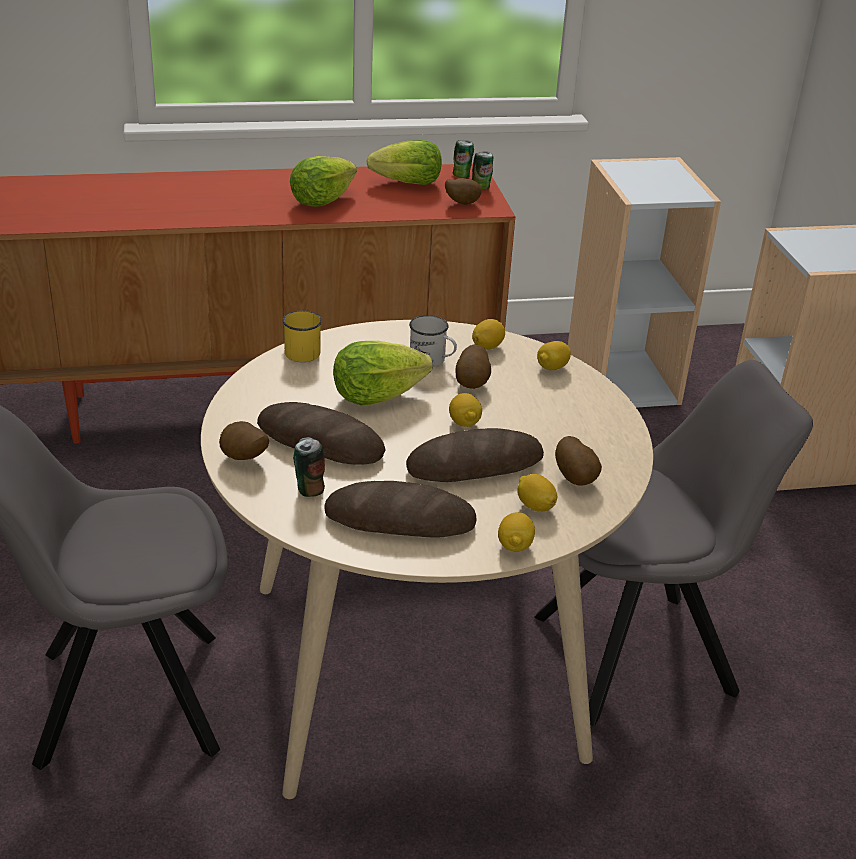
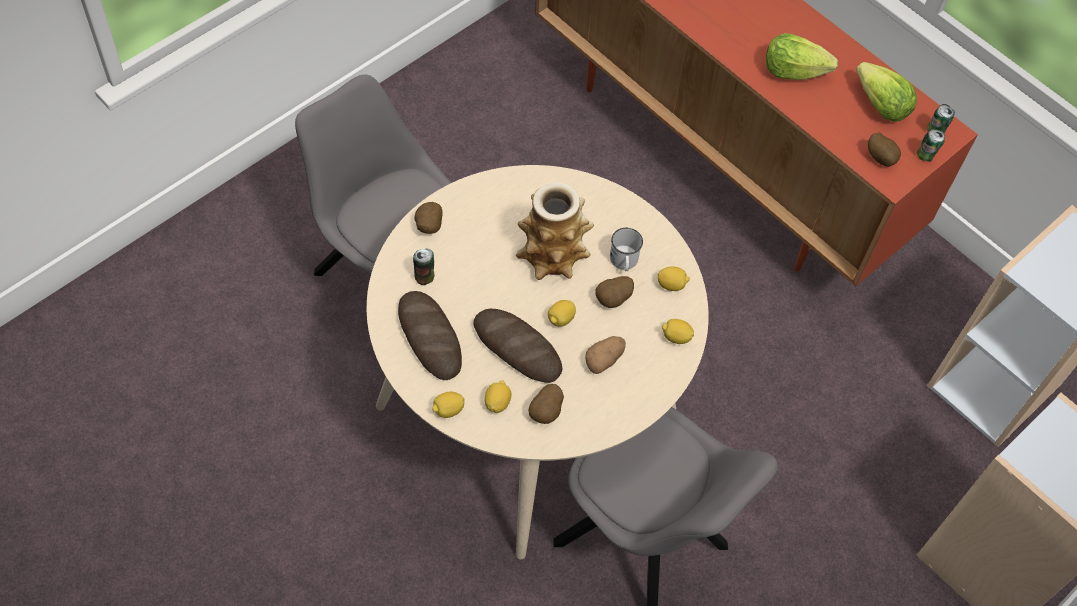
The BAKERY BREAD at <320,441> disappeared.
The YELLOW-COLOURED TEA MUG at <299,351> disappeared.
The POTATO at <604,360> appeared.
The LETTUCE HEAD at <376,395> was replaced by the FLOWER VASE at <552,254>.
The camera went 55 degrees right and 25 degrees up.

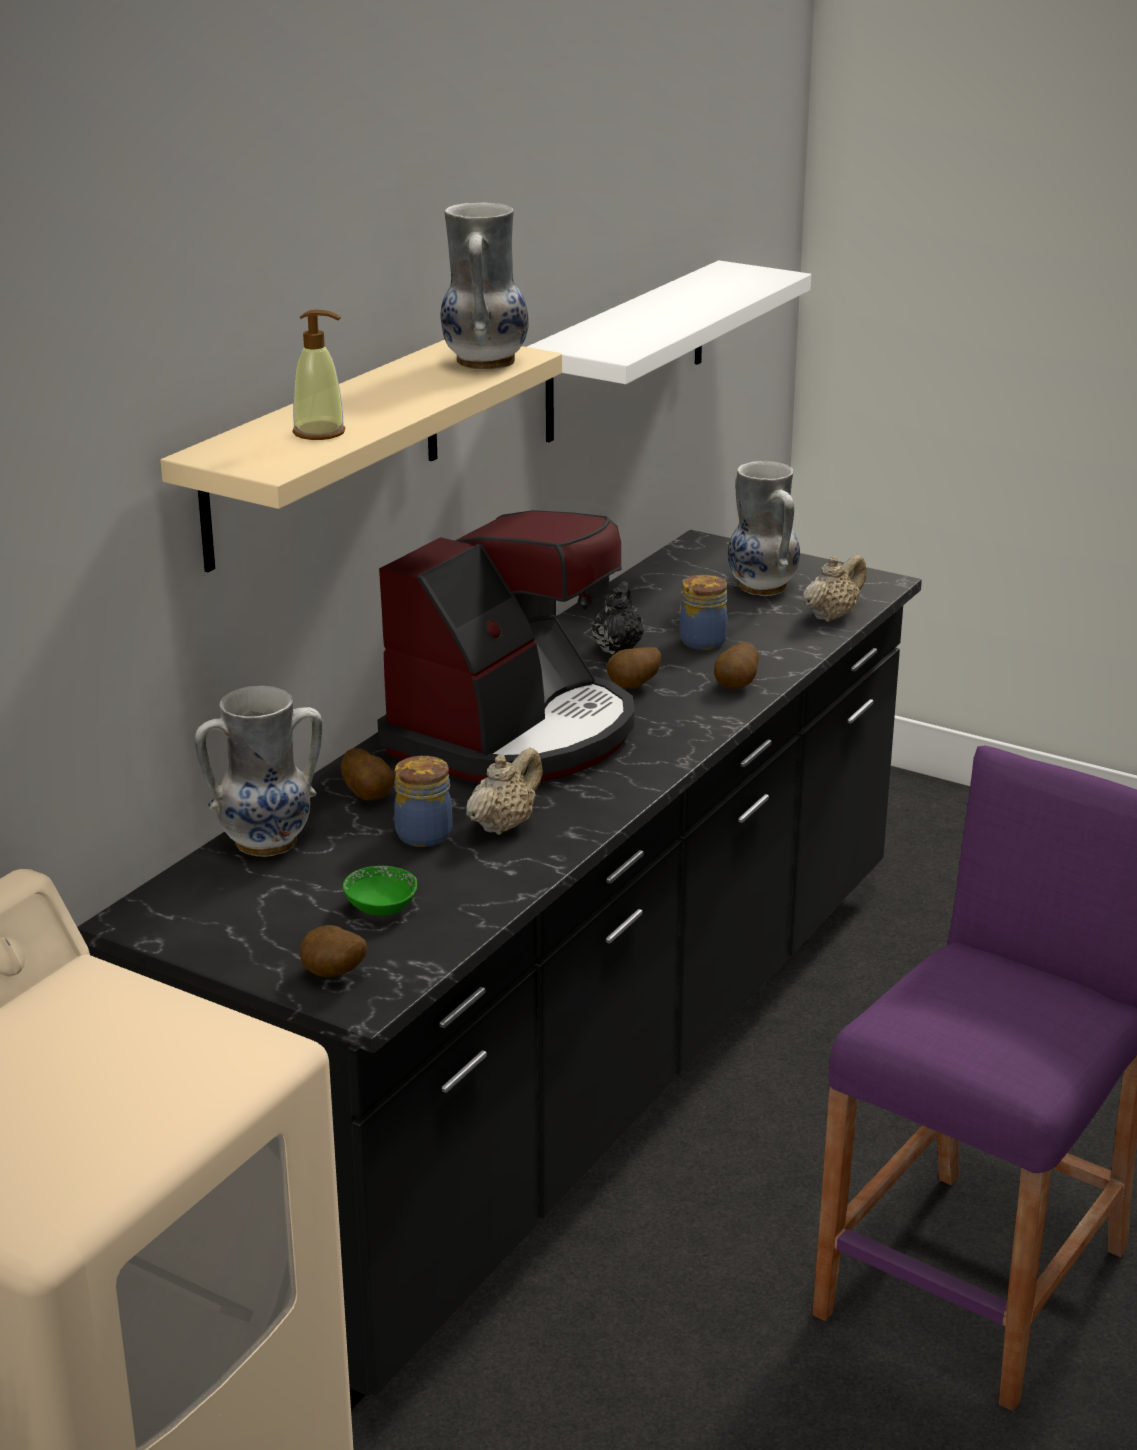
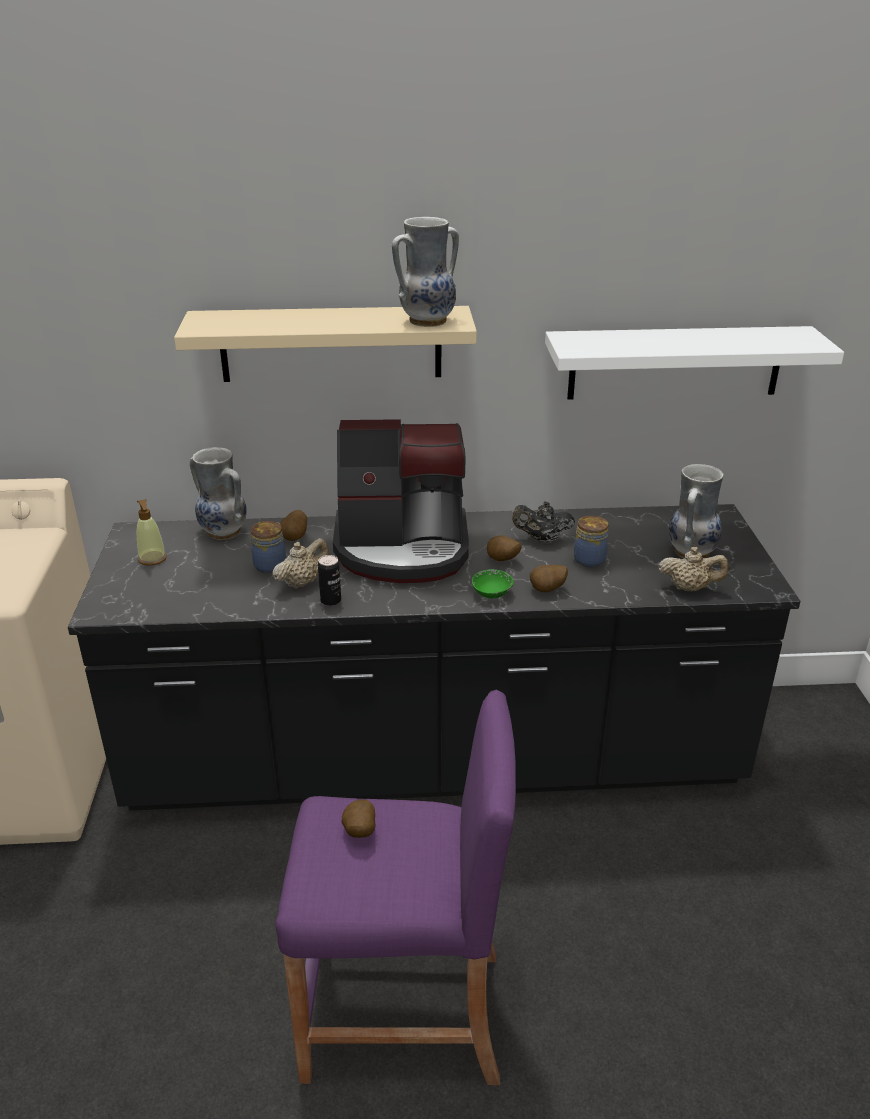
The SEALED CAN at <330,601> appeared.
The SOAP DISPENSER moved from <319,432> to <152,559>.
The POTATO moved from <333,976> to <359,832>.
The GREENISH SERVING BOWL moved from <381,908> to <492,593>.
The SAND-COLOURED POT FOR TEA at <504,825> turned 45 degrees counterclockwise.
The BLACK-COLOURED POT FOR TEA at <617,649> turned 150 degrees counterclockwise.
The camera went 55 degrees right and 5 degrees up.

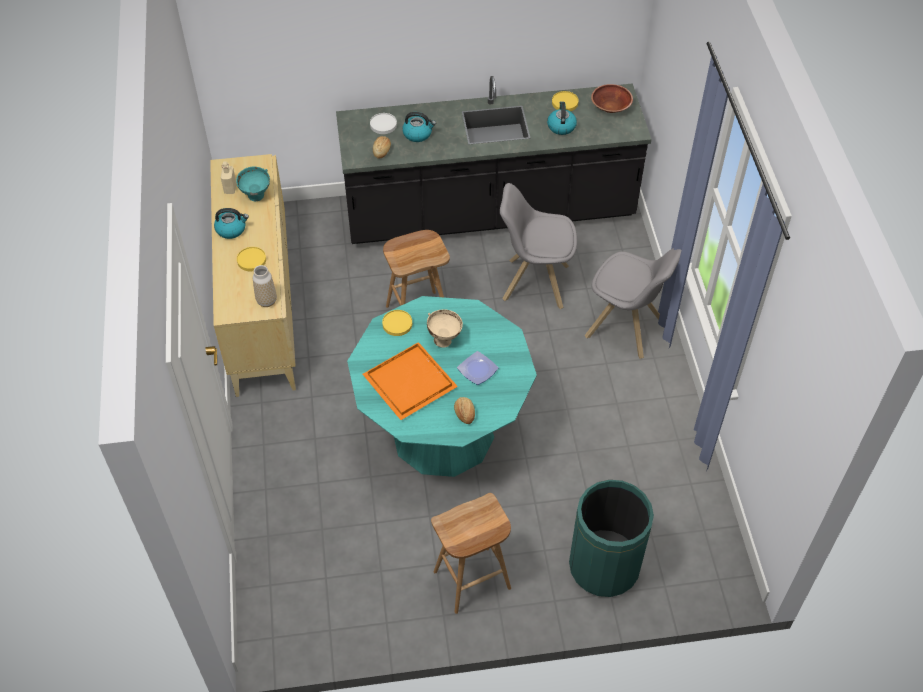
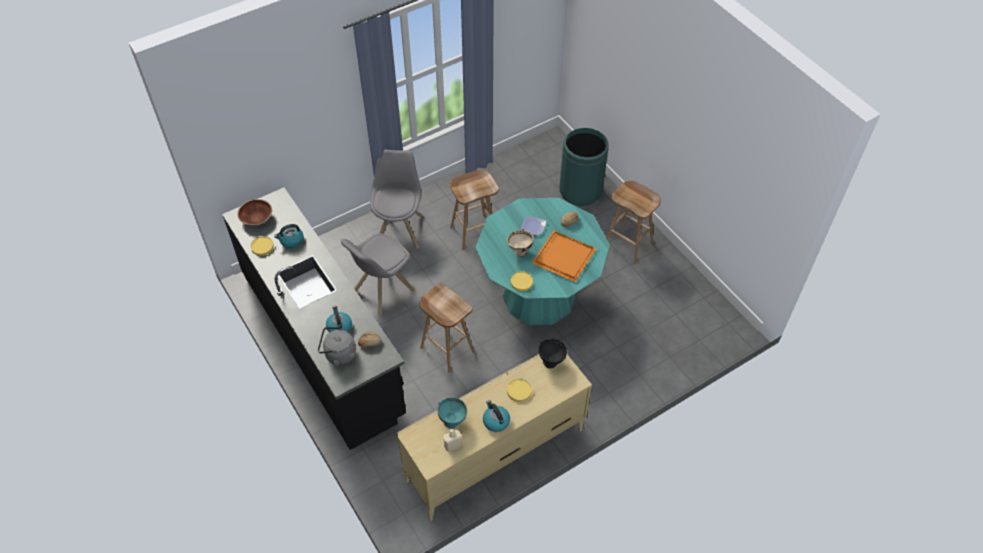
The BROWNISH SITTING STOOL at <474,232> appeared.
The FLOWER VASE at <267,301> was replaced by the BLACK-COLOURED SERVING BOWL at <551,362>.
The WHITISH PLATE at <383,125> was replaced by the GREYISH TEA KETTLE at <338,354>.
The GREYISH UPRIGHT CHAIR at <535,283> turned 60 degrees clockwise.
The camera went 115 degrees left and 0 degrees up.

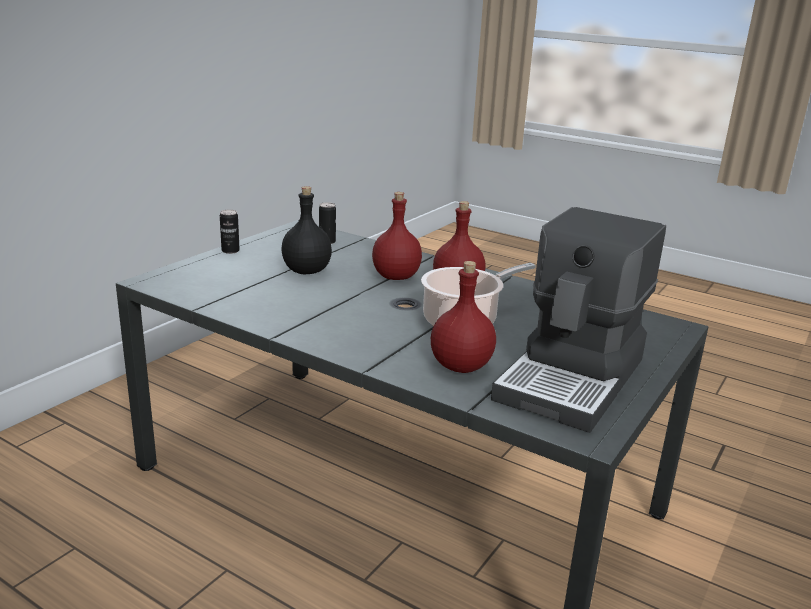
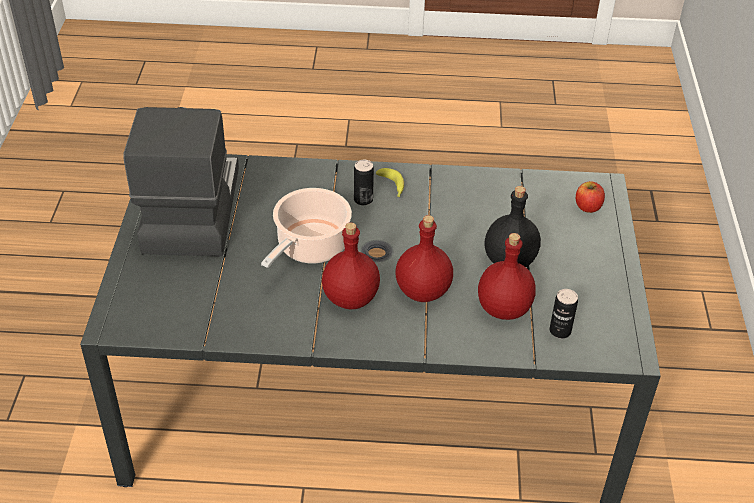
The BANANA at <392,187> appeared.
The WHOLE APPLE at <587,207> appeared.
The SEALED CAN moved from <230,251> to <363,200>.
The REDDISH DRINK BOTTLE moved from <462,366> to <503,309>.
The camera went 150 degrees right and 20 degrees up.

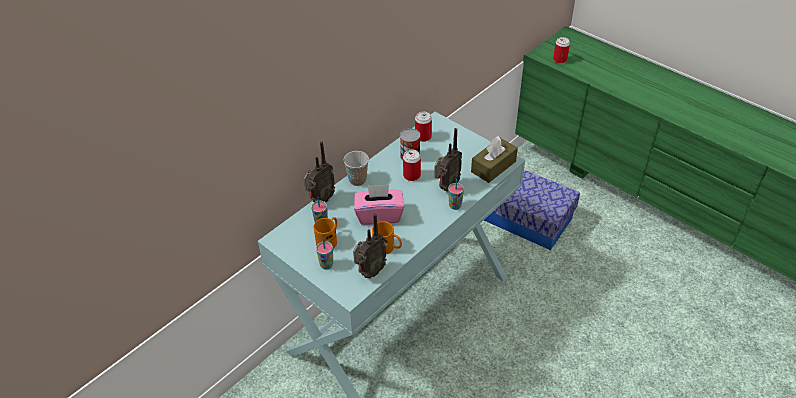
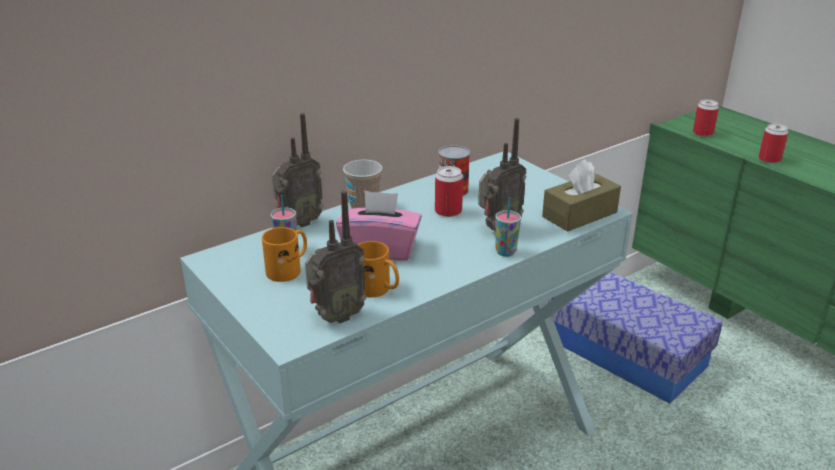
The CUP at <326,265> disappeared.
The SEALED CAN moved from <423,137> to <769,159>.
The camera went 10 degrees right and 15 degrees down.

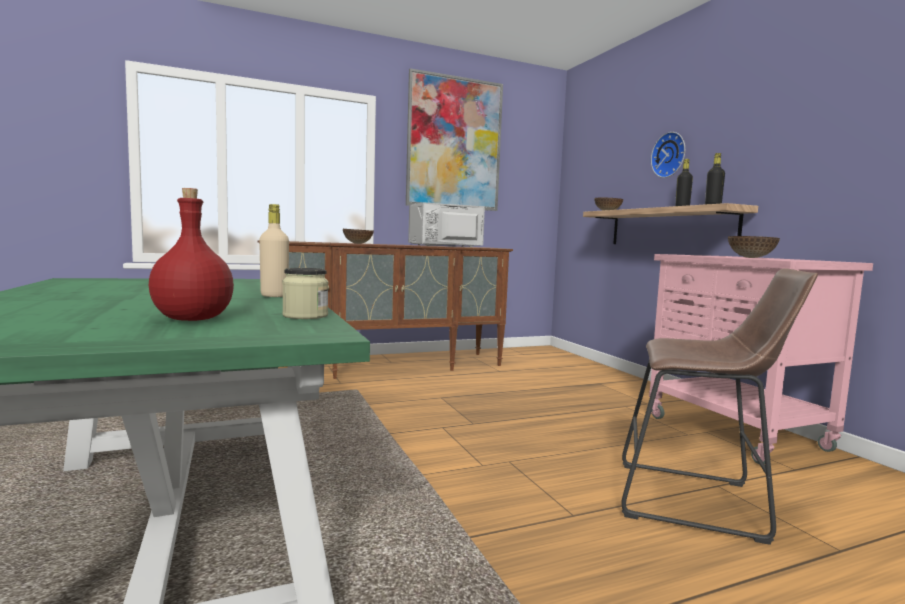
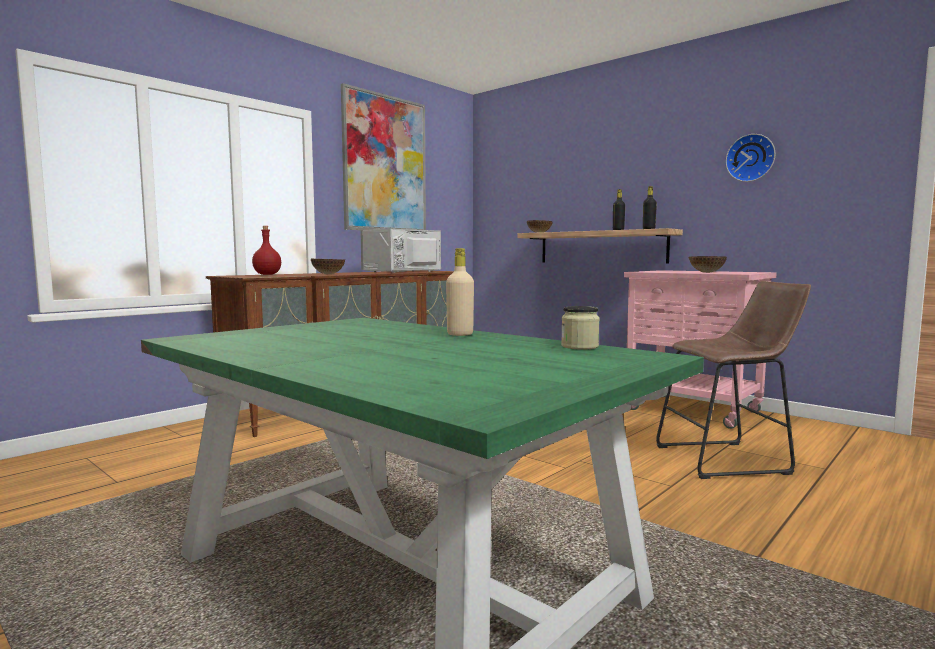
The REDDISH DRINK BOTTLE moved from <191,319> to <267,274>.
The CLOCK ON THE WALL moved from <670,155> to <751,158>.
The camera went 25 degrees left and 0 degrees up.

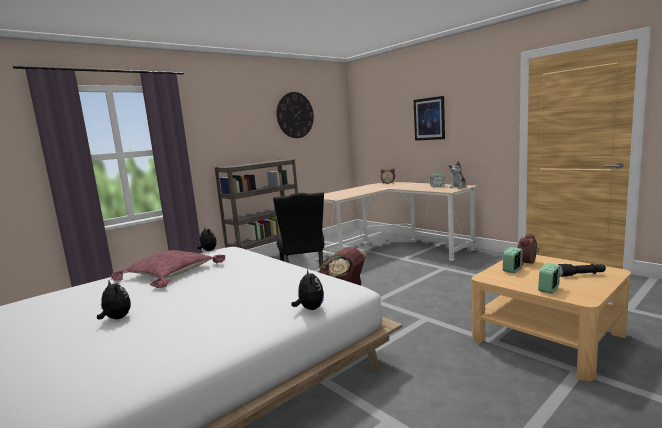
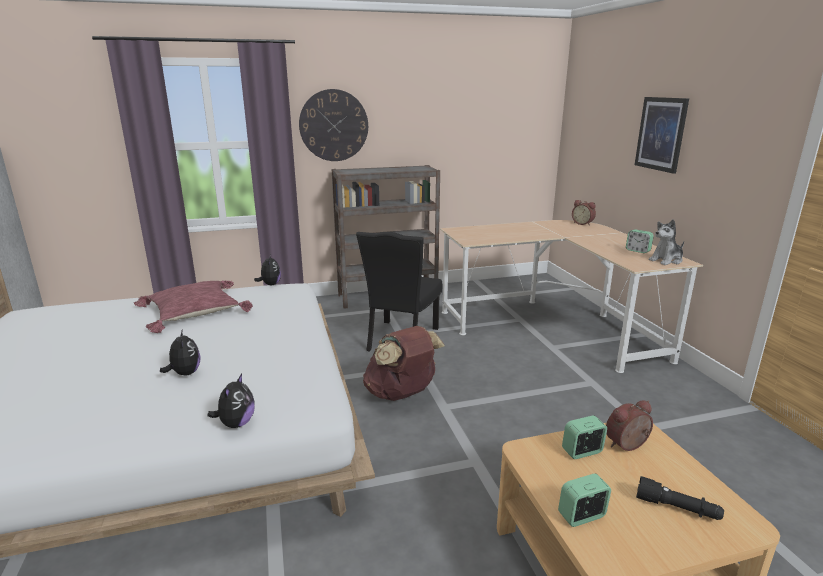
The SOFT TOY moved from <116,318> to <185,373>.
The CLOCK ON THE WALL moved from <295,115> to <334,125>.
The camera went 25 degrees right and 10 degrees up.

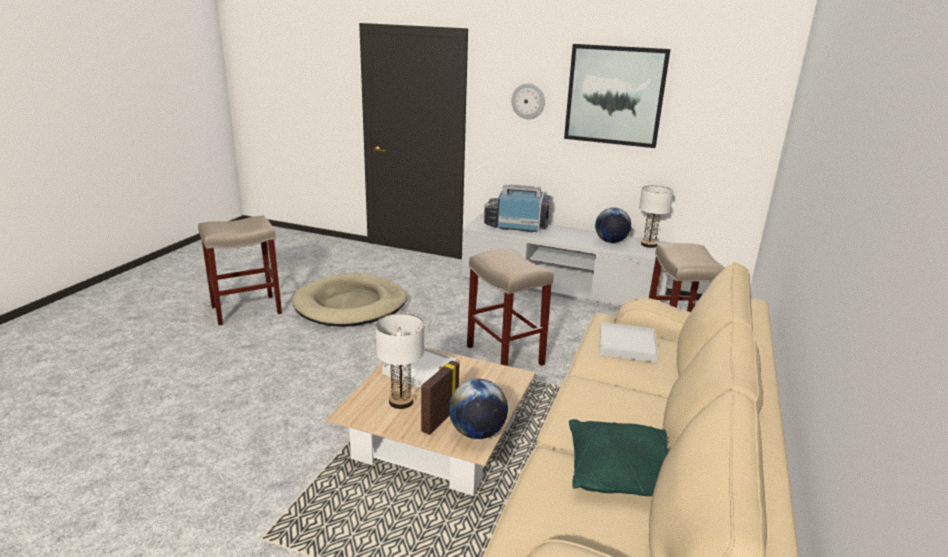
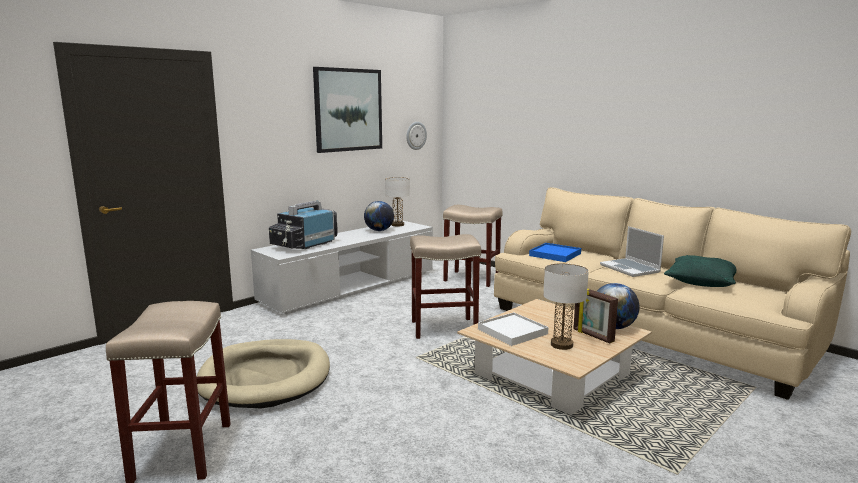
The PORTABLE COMPUTER at <630,269> appeared.
The CLOCK ON THE WALL moved from <528,101> to <416,135>.
The WHITISH SERVING TRAY at <627,345> became the BLUE-COLOURED SERVING TRAY at <555,255>.
The camera went 65 degrees left and 10 degrees down.

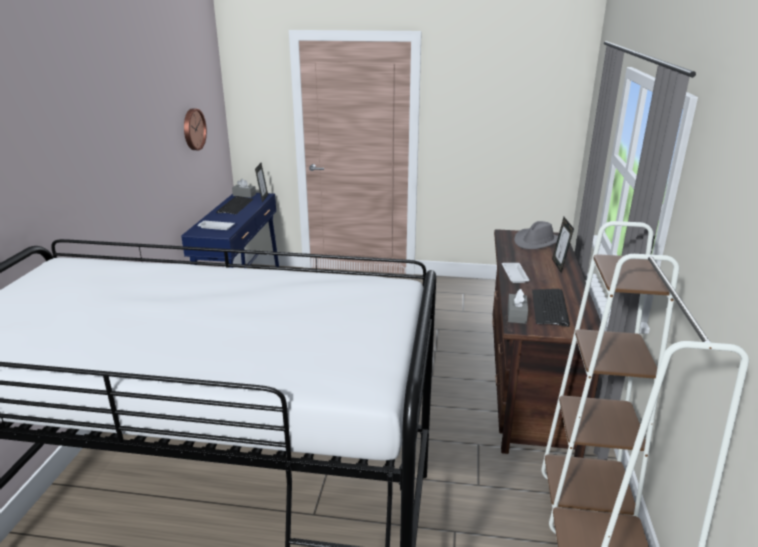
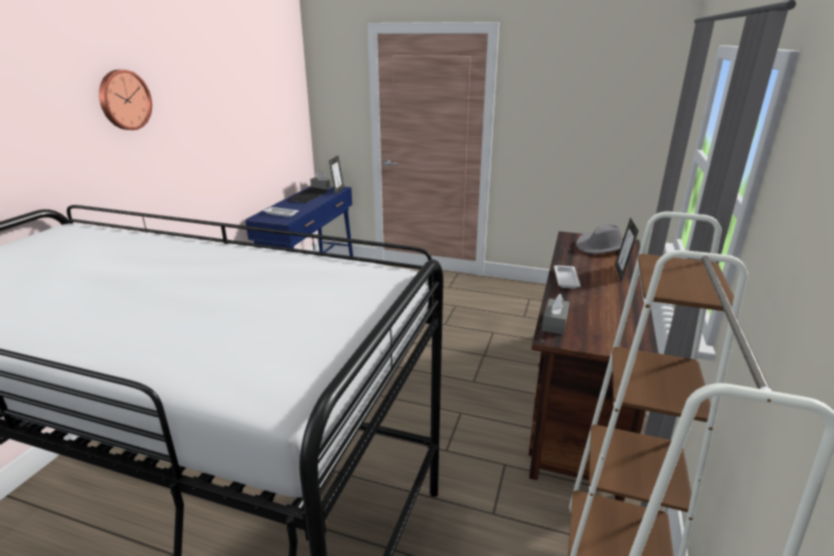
The COMPUTER KEYBOARD at <550,308> disappeared.
The CLOCK ON THE WALL moved from <193,129> to <124,100>.
The camera went 10 degrees right and 0 degrees up.

